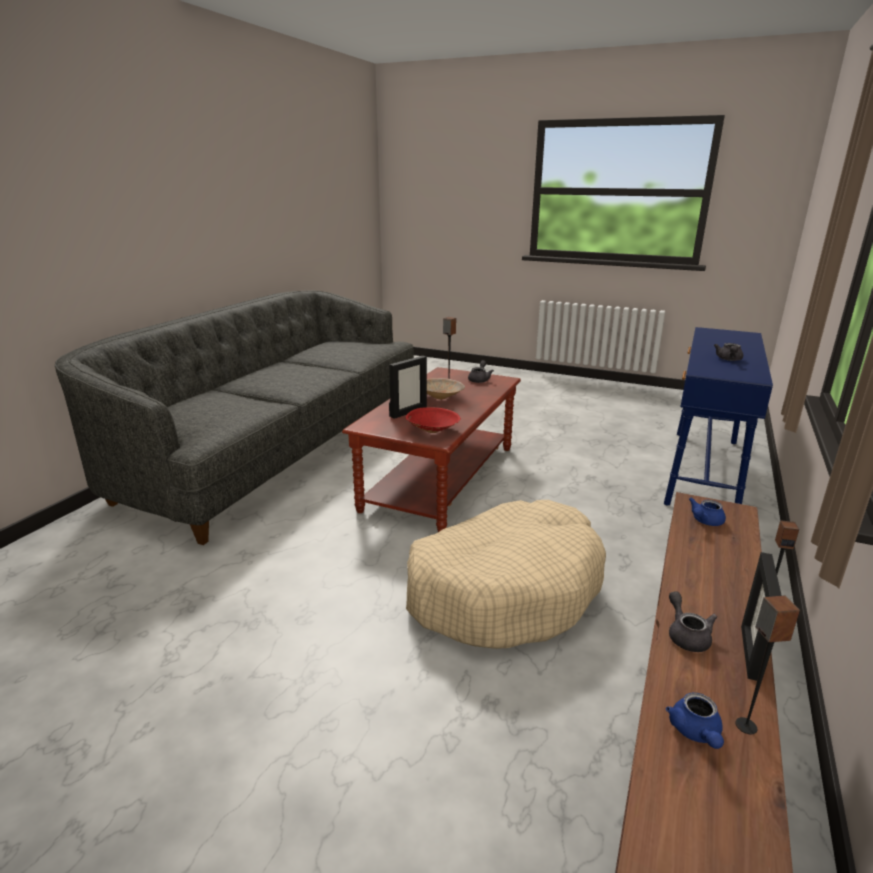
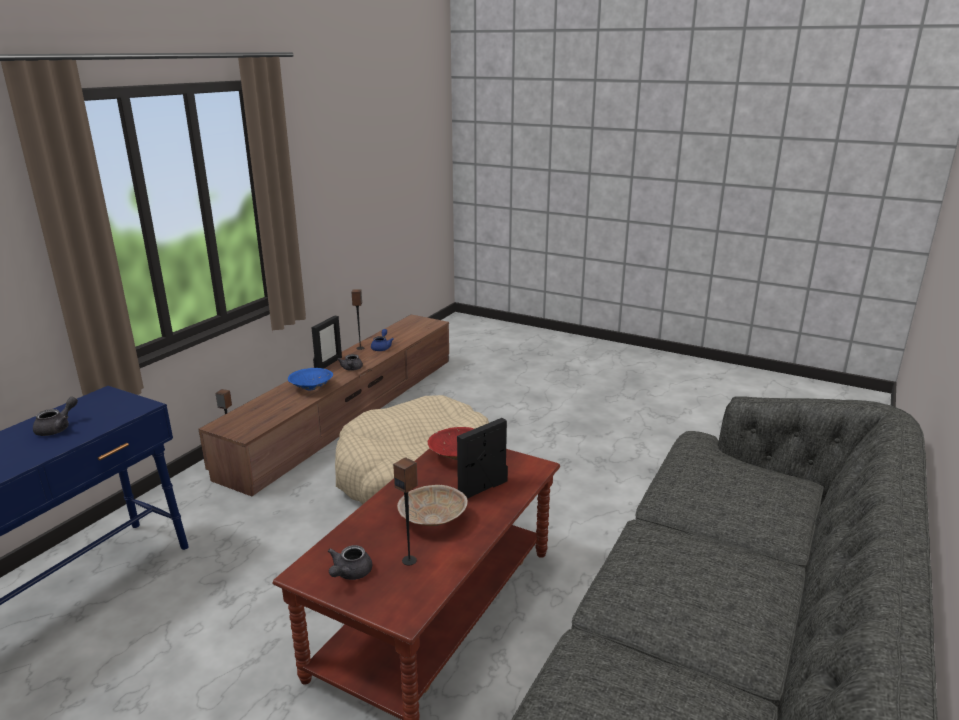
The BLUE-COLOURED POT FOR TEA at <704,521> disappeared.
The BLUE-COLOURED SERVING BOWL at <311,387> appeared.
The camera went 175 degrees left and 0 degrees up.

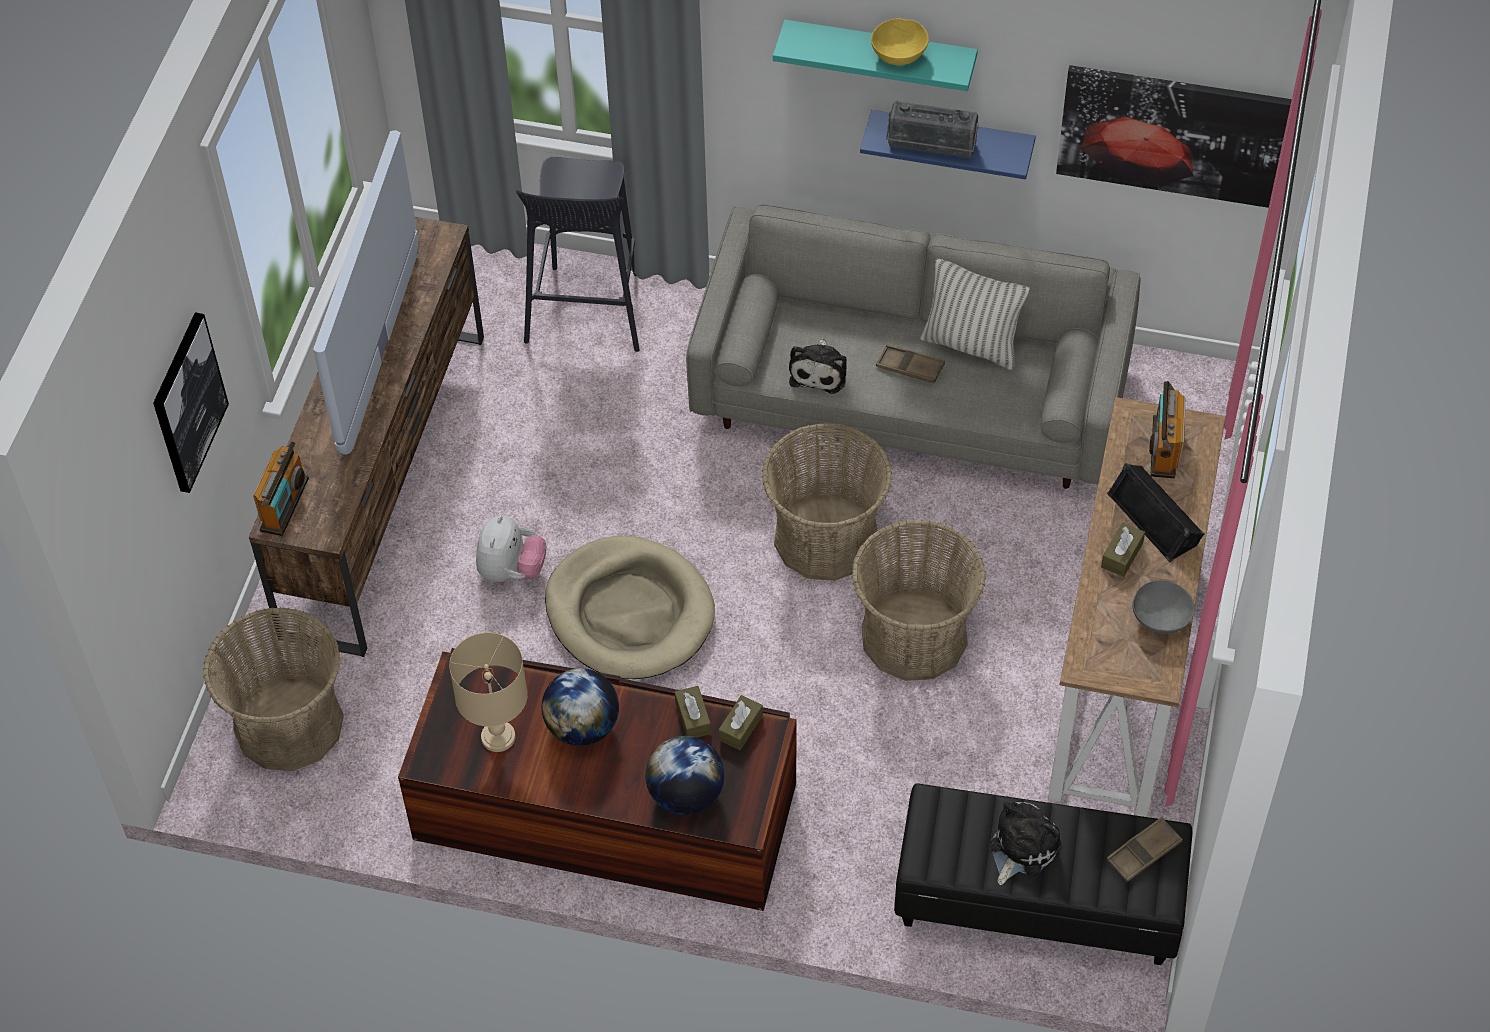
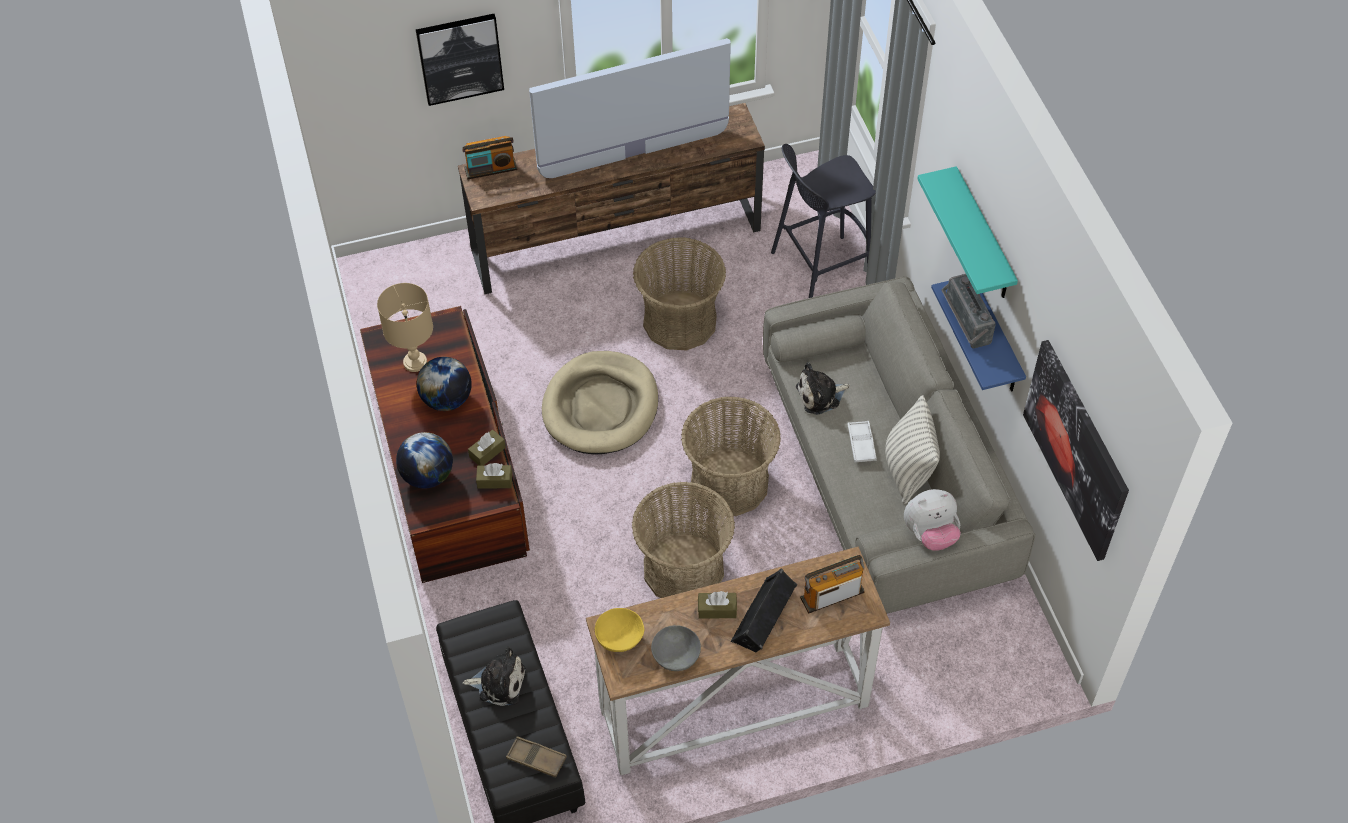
The HOUSEHOLD BASKET moved from <289,724> to <680,321>.
The SOFT TOY moved from <511,570> to <930,534>.
The YELLOW-COLOURED SERVING BOWL moved from <899,55> to <619,638>.
The BROWNISH SERVING TRAY at <910,367> became the WHITISH SERVING TRAY at <861,444>.
The camera went 60 degrees right and 0 degrees up.

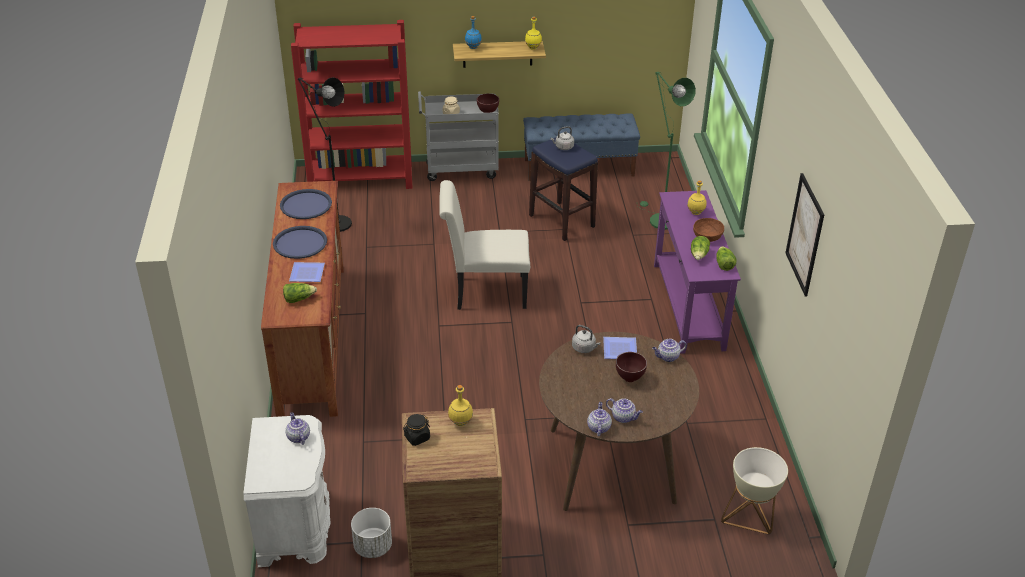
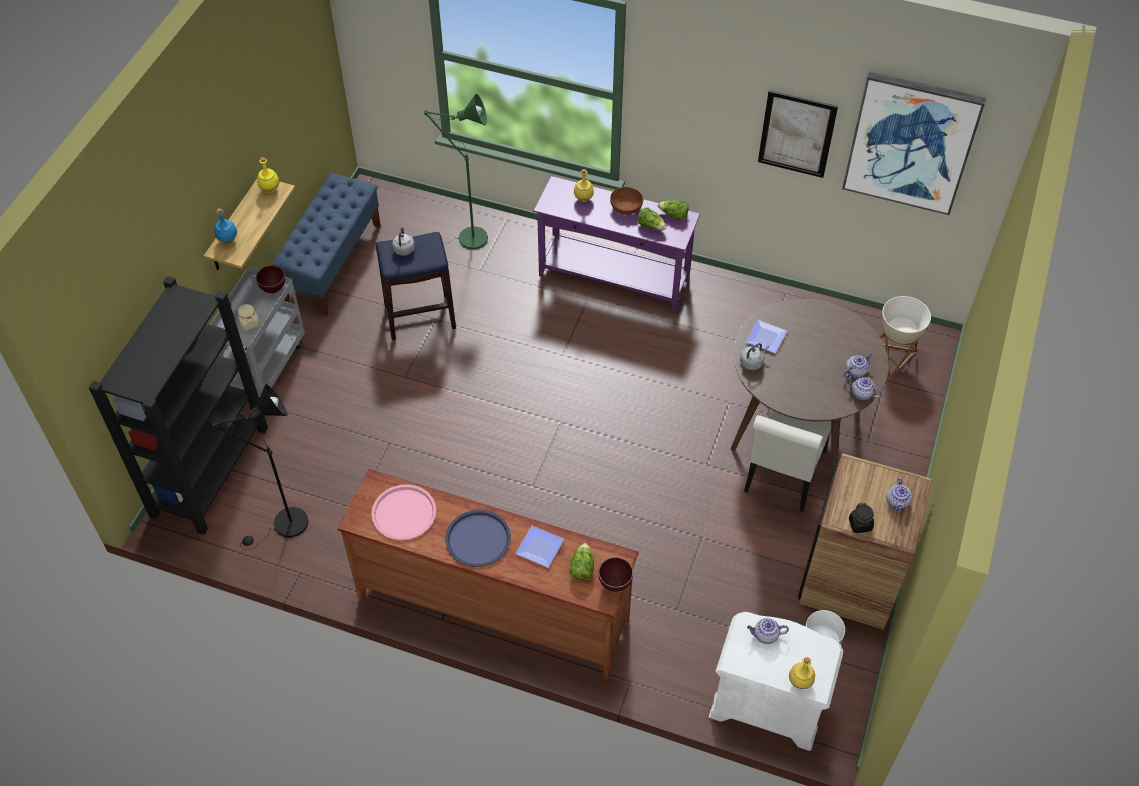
The PICTURE at <911,142> appeared.
The WHITISH UPRIGHT CHAIR moved from <484,292> to <782,476>.
The YELLOW-COLOURED DRINK BOTTLE moved from <461,422> to <800,681>.
The BROWNISH SERVING BOWL moved from <629,378> to <614,584>.
The POT FOR TEA moved from <667,357> to <897,503>.
The BLUE-COLOURED SERVING TRAY at <306,205> became the PINK SERVING TRAY at <404,513>.
The REDDISH BOOKCASE at <361,178> became the BLACK-COLOURED BOOKCASE at <209,471>.
The camera went 65 degrees left and 15 degrees up.

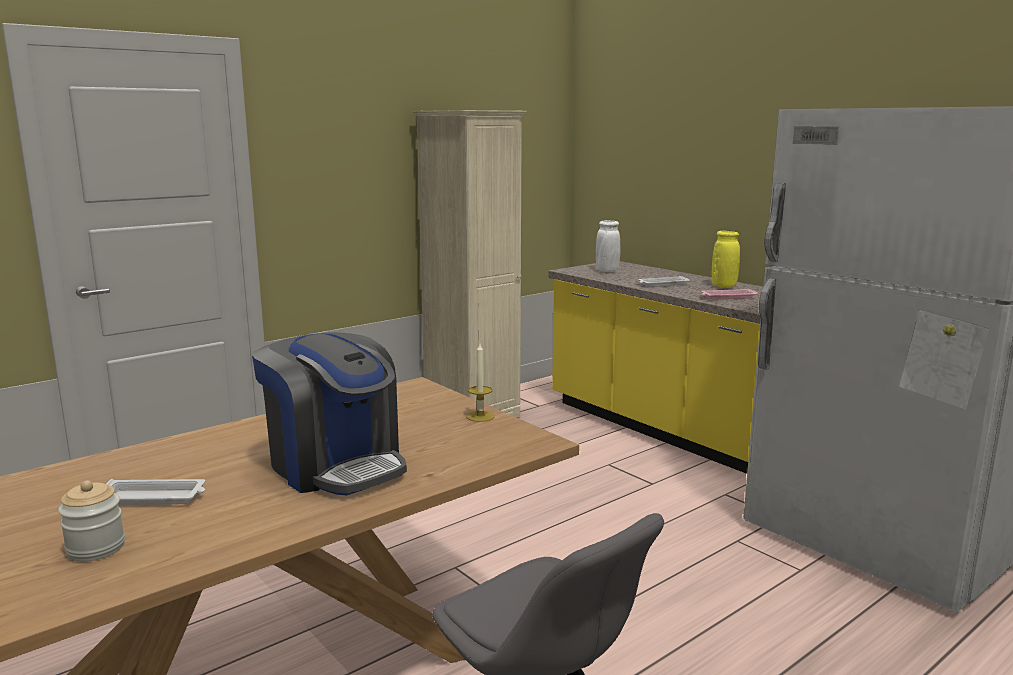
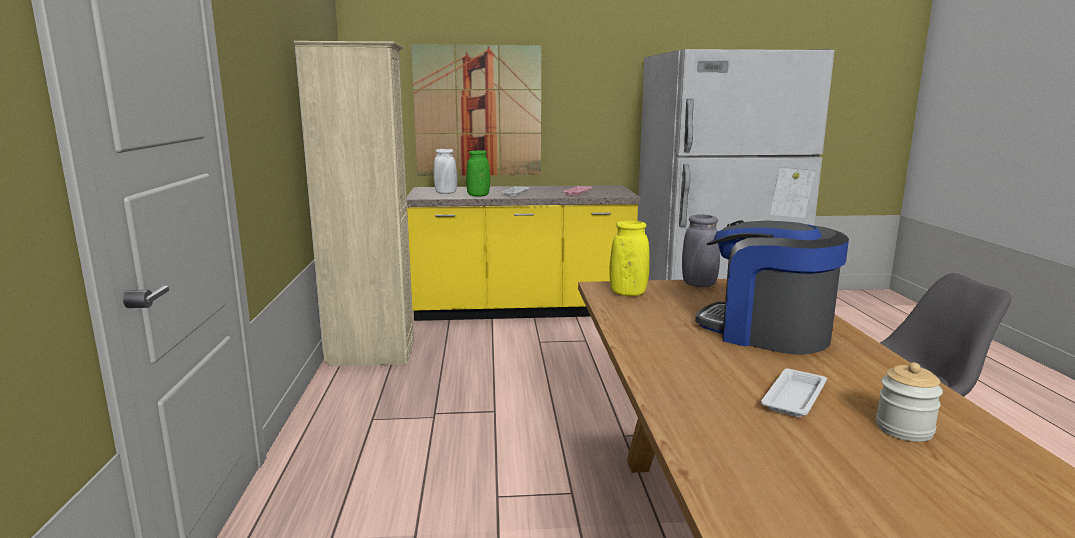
The PICTURE at <478,111> appeared.
The GREENISH FLOWER VASE at <478,195> appeared.
The YELLOW-COLOURED FLOWER VASE moved from <724,286> to <628,293>.
The WAX LIGHT at <480,416> was replaced by the GREYISH FLOWER VASE at <698,285>.
The COFFEE BREWER at <336,465> turned 135 degrees counterclockwise.
The camera went 55 degrees left and 0 degrees up.

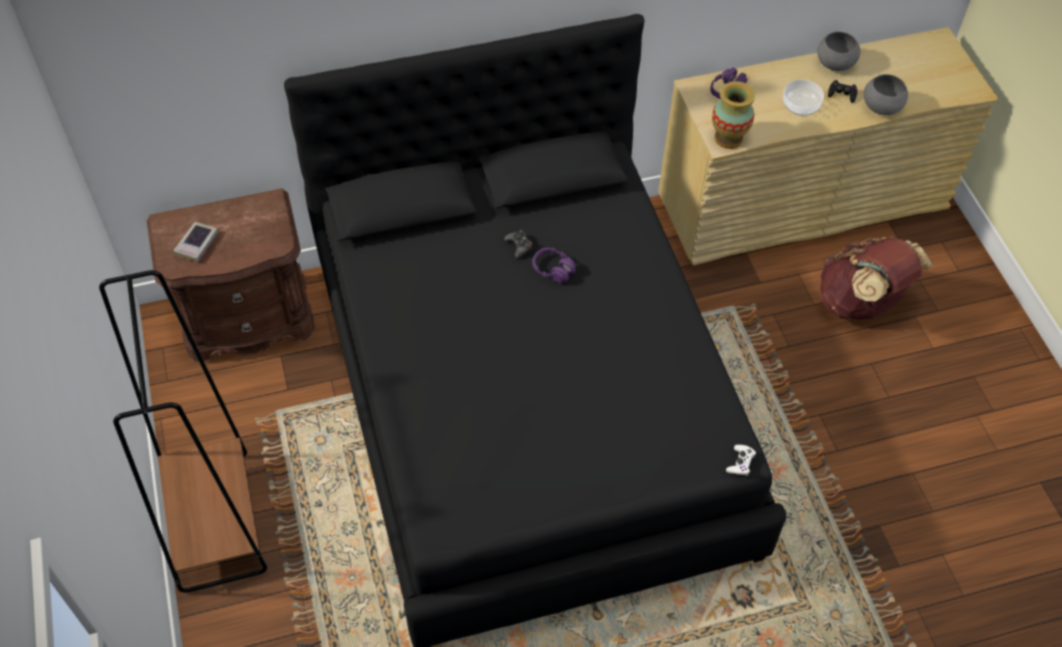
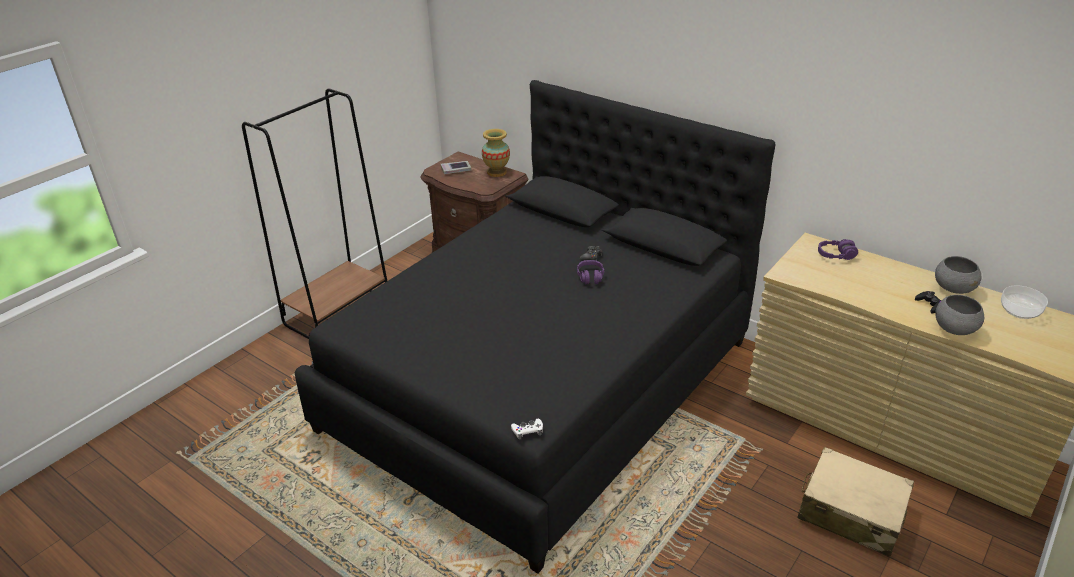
The FLOWER VASE moved from <728,138> to <496,172>.
The SERVING BOWL moved from <800,106> to <1019,310>.
The BROWNISH KNAPSACK at <860,303> was replaced by the SAND-COLOURED TRAVEL CASE at <851,512>.
The camera went 55 degrees right and 20 degrees down.

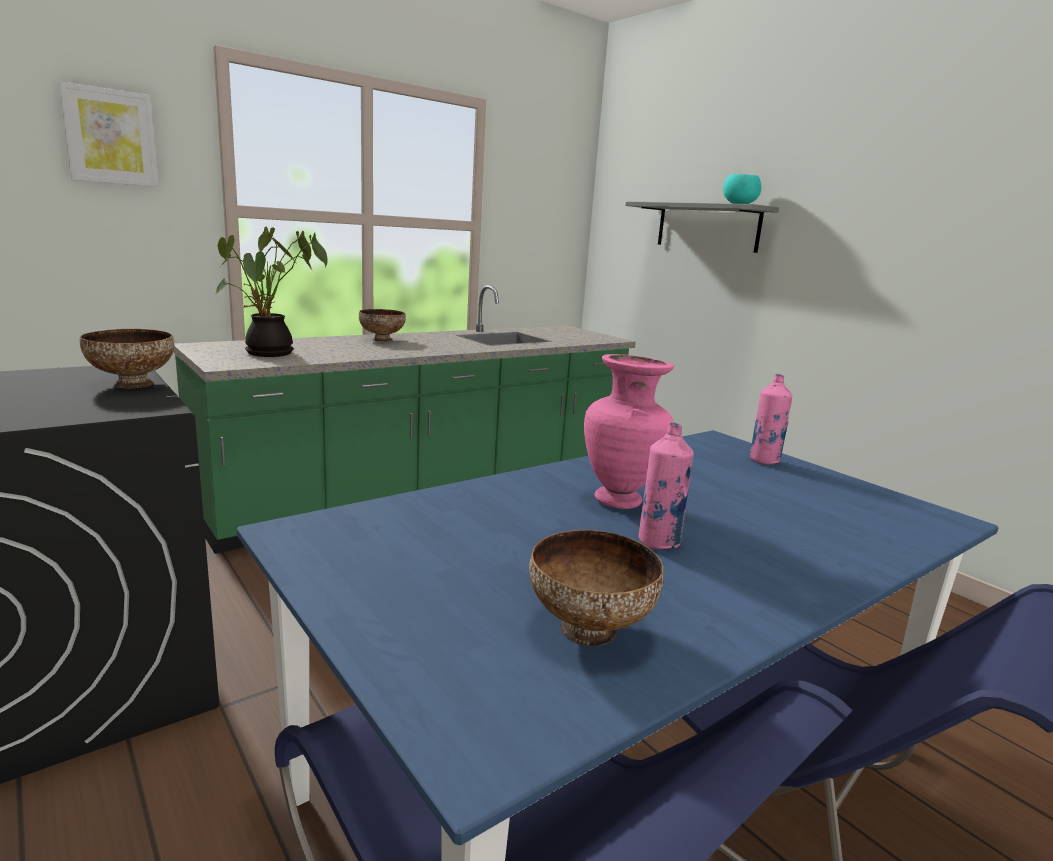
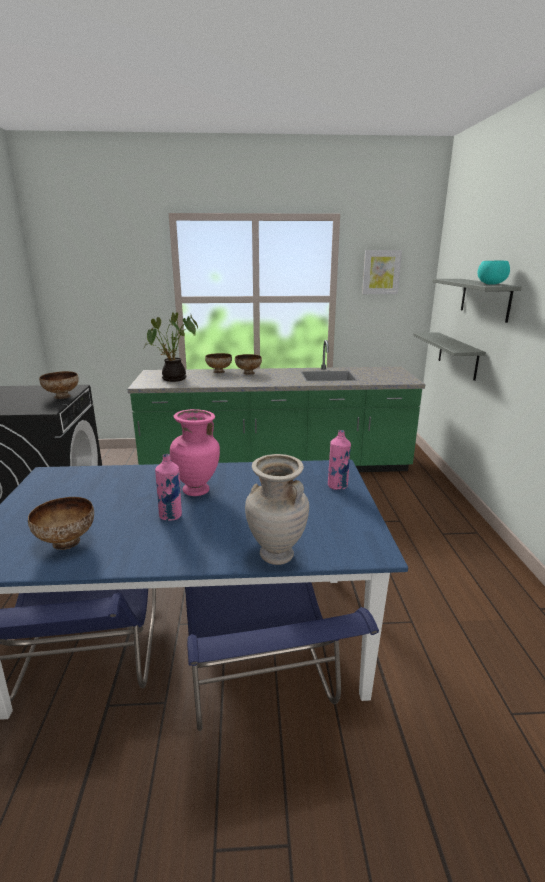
The SERVING BOWL at <219,372> appeared.
The SAND-COLOURED FLOWER VASE at <276,556> appeared.
The GREYISH SHELF at <457,355> appeared.
The PICTURE moved from <110,137> to <381,272>.
The camera went 35 degrees right and 5 degrees up.

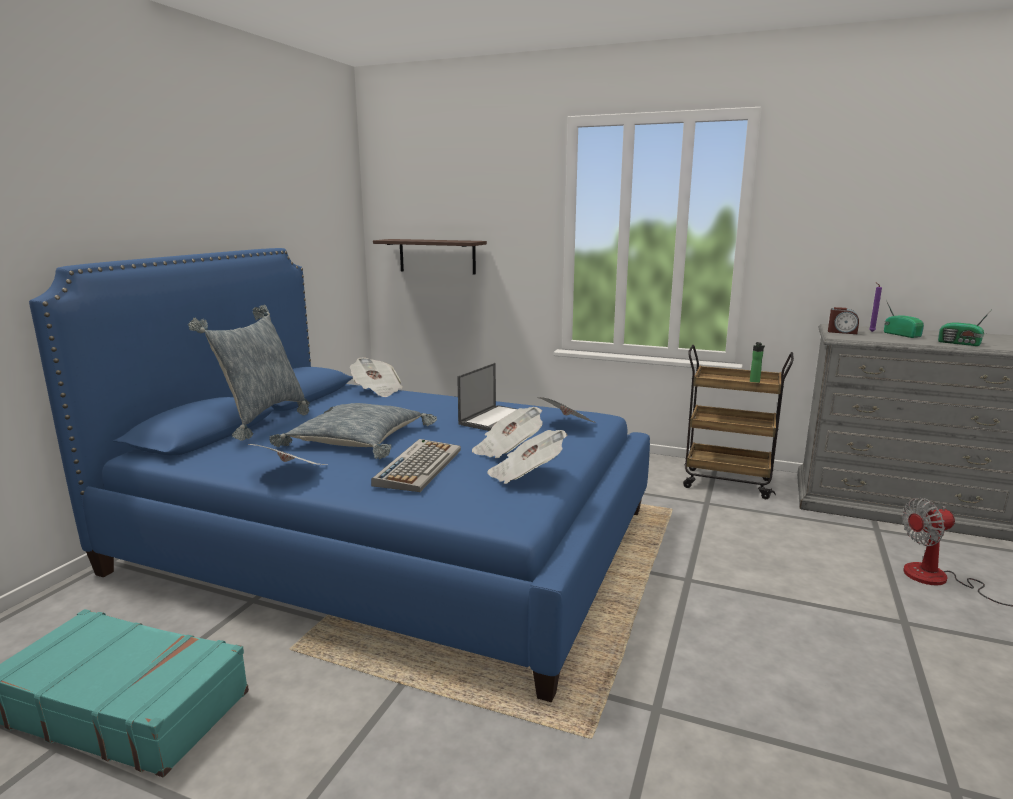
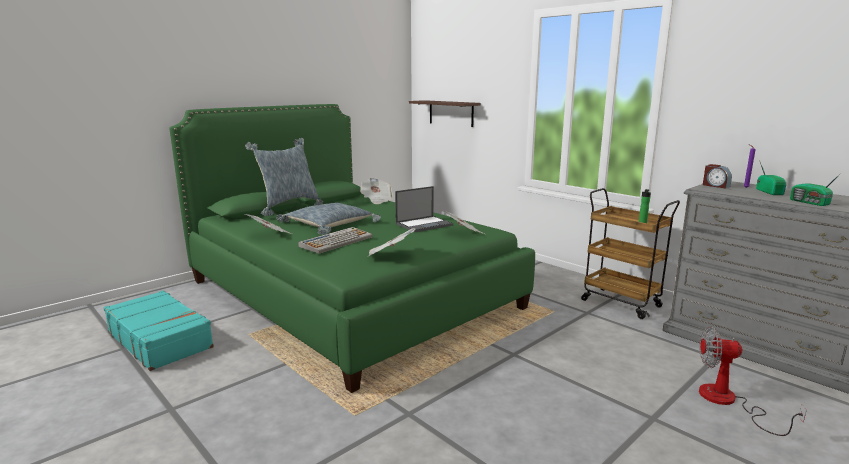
The DAILY PAPER at <507,450> disappeared.
The BLUE-COLOURED BED at <389,541> became the GREENISH BED at <349,294>.
The camera went 25 degrees right and 0 degrees up.

